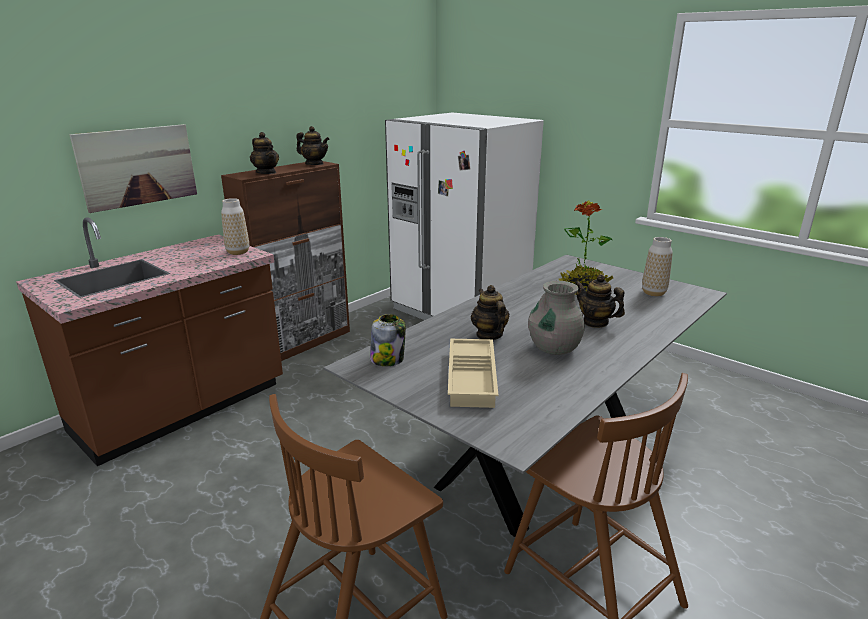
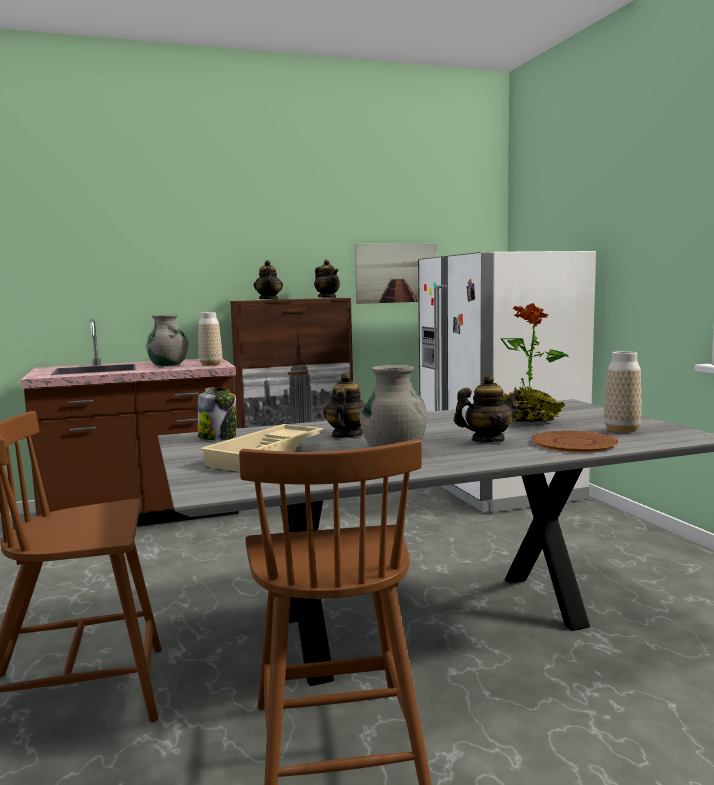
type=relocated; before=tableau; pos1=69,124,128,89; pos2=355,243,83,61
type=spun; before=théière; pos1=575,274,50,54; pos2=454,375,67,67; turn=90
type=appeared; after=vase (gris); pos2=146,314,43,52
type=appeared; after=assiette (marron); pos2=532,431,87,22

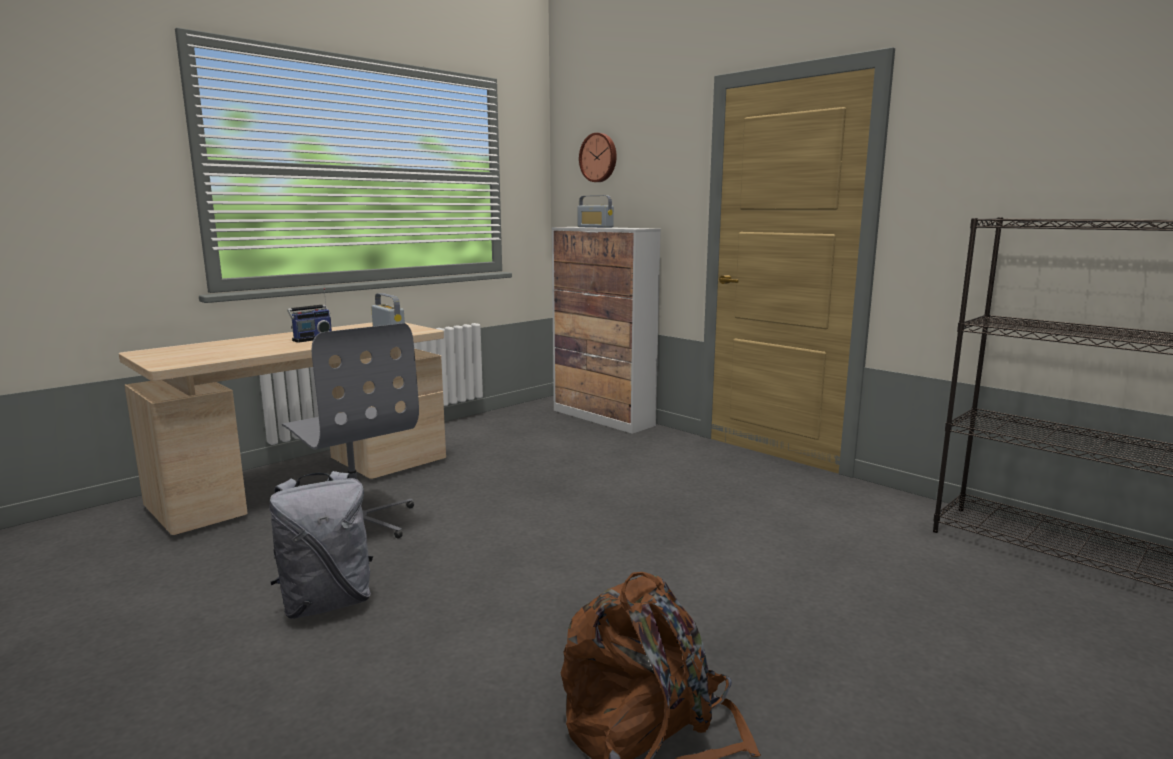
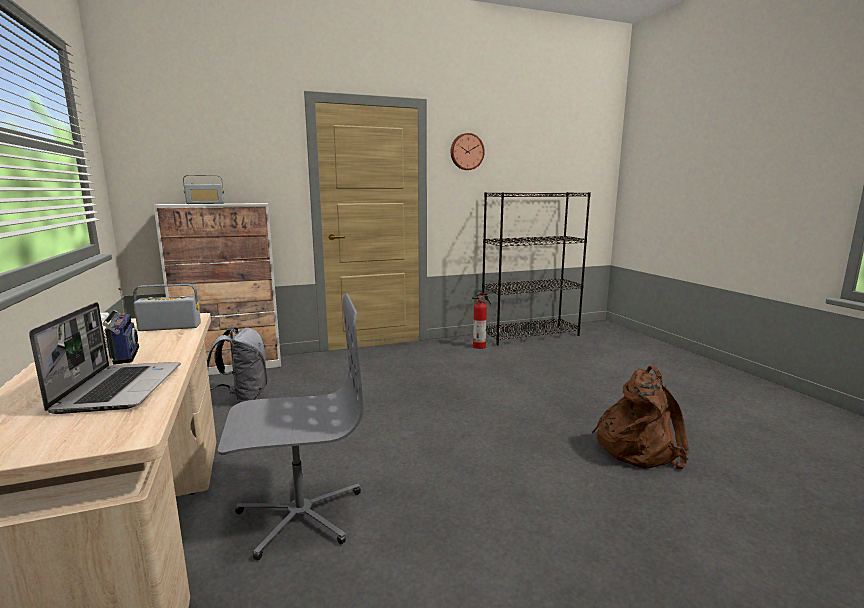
type=relocated; before=sac à dos (gris); pos1=269,471,104,148; pos2=207,327,61,76
type=relocated; before=horloge murale; pos1=579,133,38,49; pos2=451,133,34,37
type=appeared; after=ordinateur portable; pos2=29,302,152,112
type=appeared; after=extincteur; pos2=472,293,19,56

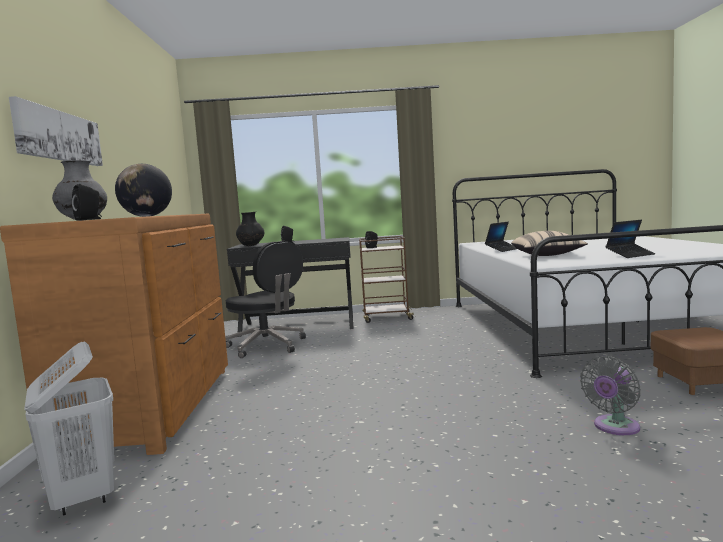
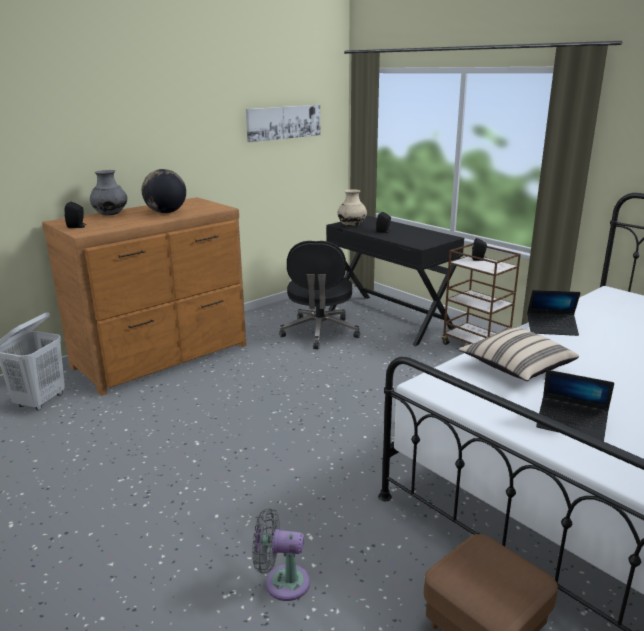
type=relocated; before=tableau; pos1=9,96,94,70; pos2=246,105,75,37
type=colour; before=vase (noir); after=vase (beige); pos1=236,212,28,34; pos2=337,189,30,37

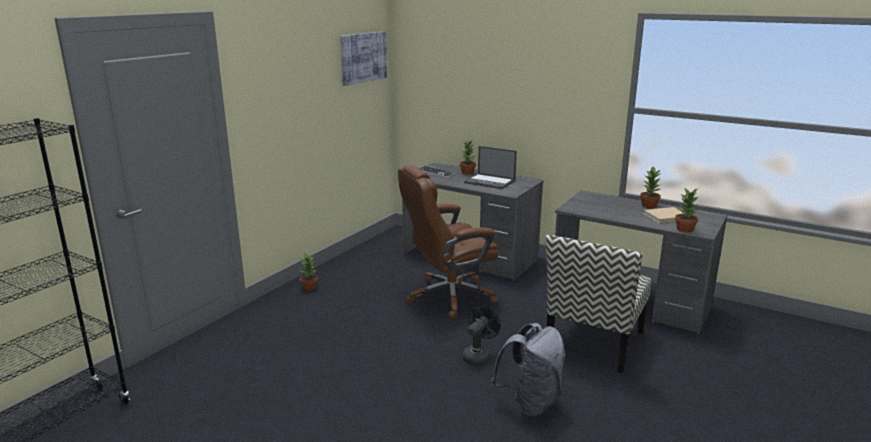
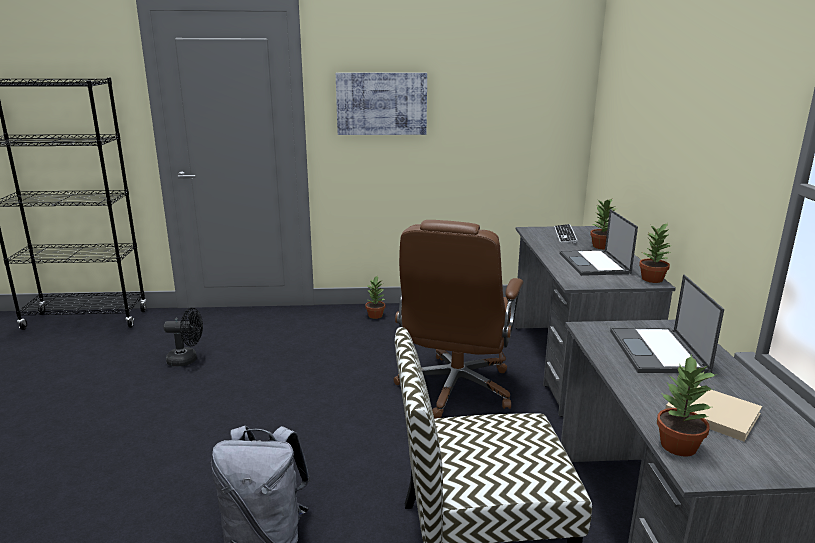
type=relocated; before=tableau; pos1=340,31,47,55; pos2=336,73,91,62
type=spun; before=chaise de bureau (marron); pos1=398,165,101,154; pos2=394,220,129,199; turn=-105
type=relocated; before=ventilateur (noir); pos1=462,305,39,60; pos2=163,308,40,59
type=relocated; before=plante en pot; pos1=640,166,21,42; pos2=639,223,32,60
type=appeared; after=ordinateur portable; pos2=610,274,114,99

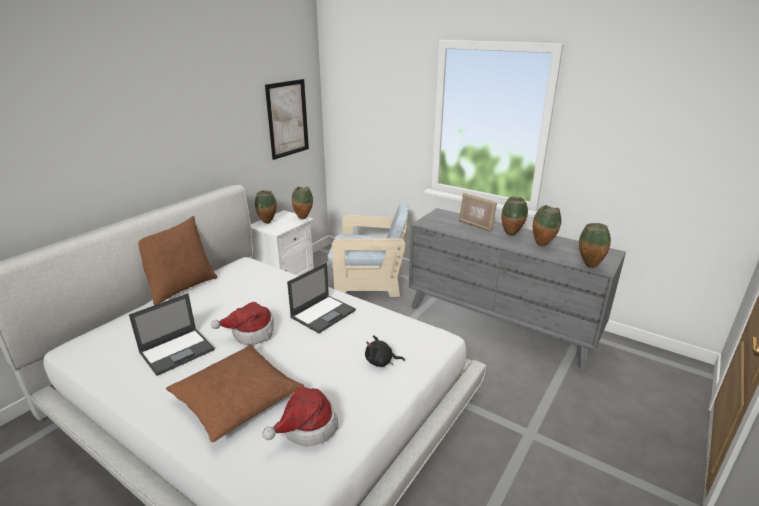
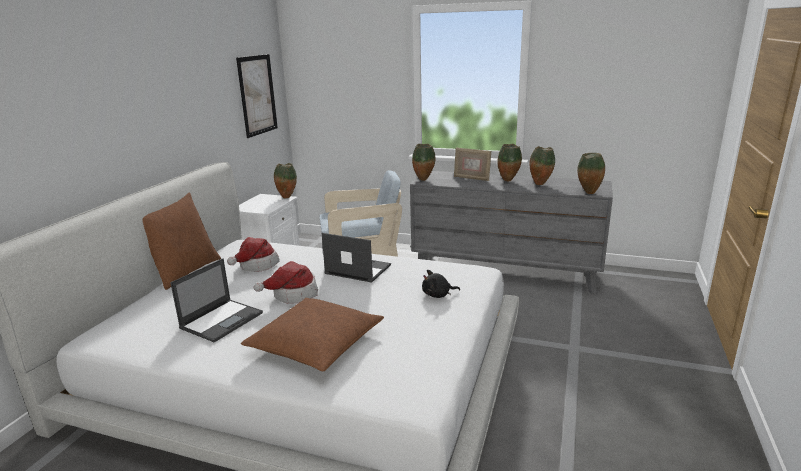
type=relocated; before=vase; pos1=255,190,22,34; pos2=412,144,24,37
type=relocated; before=chapeau; pos1=262,386,77,61; pos2=227,237,53,35
type=spun; before=ordinateur portable; pos1=287,263,69,70; pos2=322,233,69,50; turn=-90

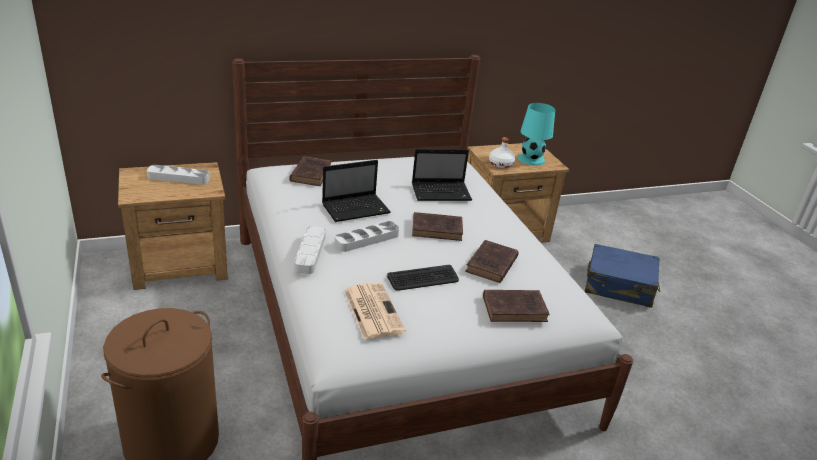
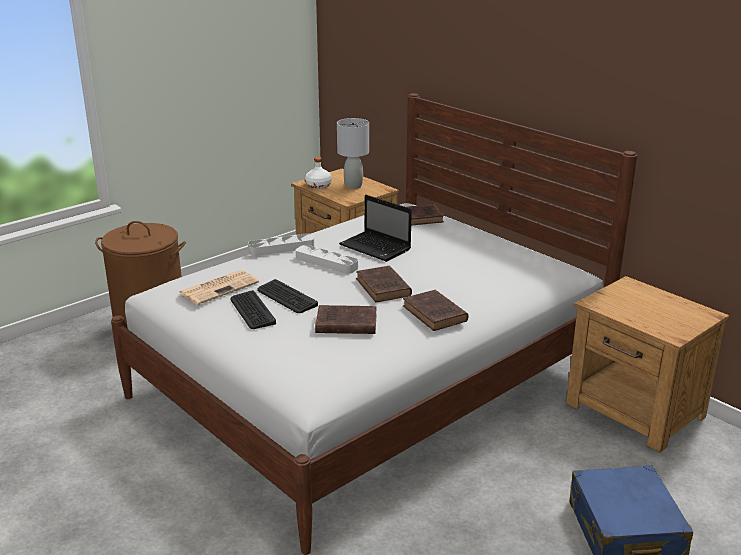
type=exchanged; before=plateau (gris); after=lampe de table (gris); pos1=147,165,63,20; pos2=337,118,32,71
type=missing; before=ordinateur portable; pos1=412,149,60,52
type=relocated; before=livre (marron); pos1=483,290,67,32; pos2=403,290,65,41
type=relocated; before=bouteille (blanc); pos1=489,137,26,31; pos2=305,157,27,32
type=missing; before=lampe de table (turquoise); pos1=518,103,37,63
type=appeared; after=clavier; pos2=231,290,45,39

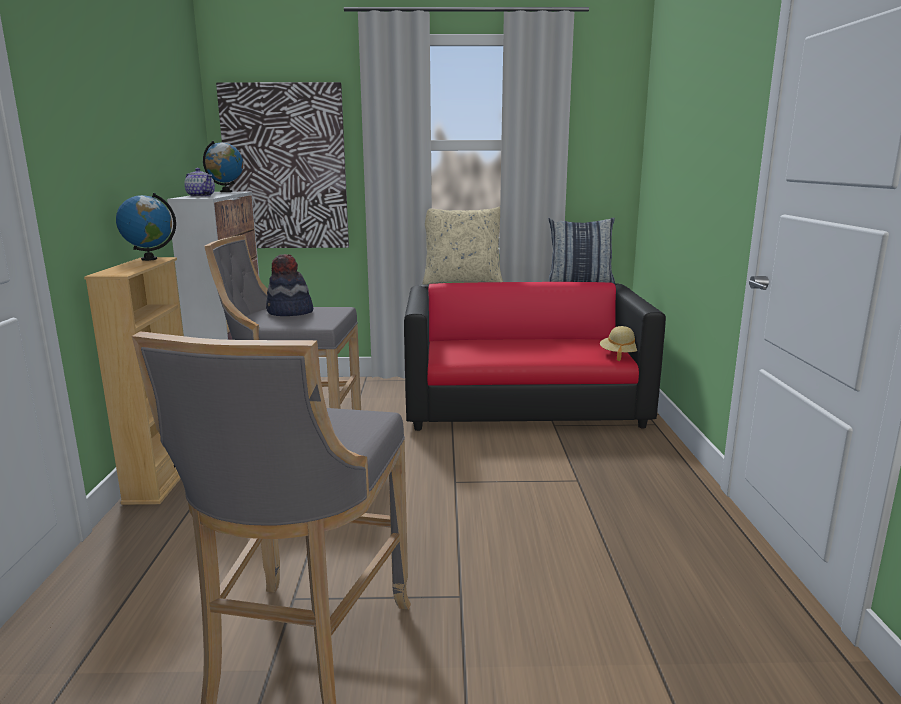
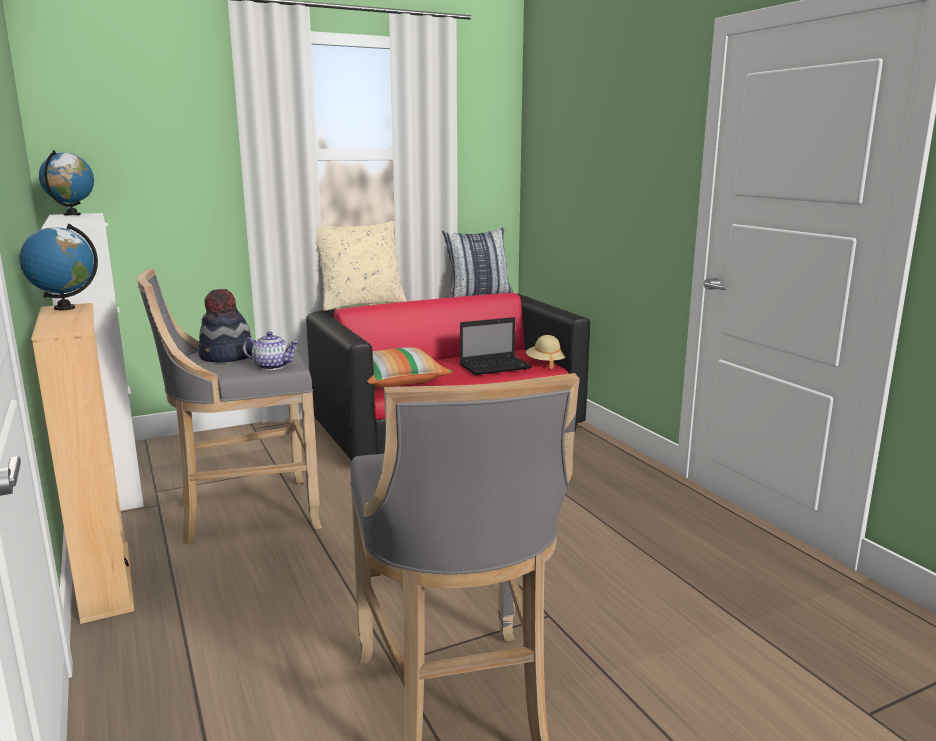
type=relocated; before=théière; pos1=184,168,31,29; pos2=243,331,56,39
type=missing; before=tableau; pos1=216,82,133,166
type=appeared; after=coussin; pos2=367,347,85,40
type=appeared; after=ordinateur portable; pos2=460,317,72,58

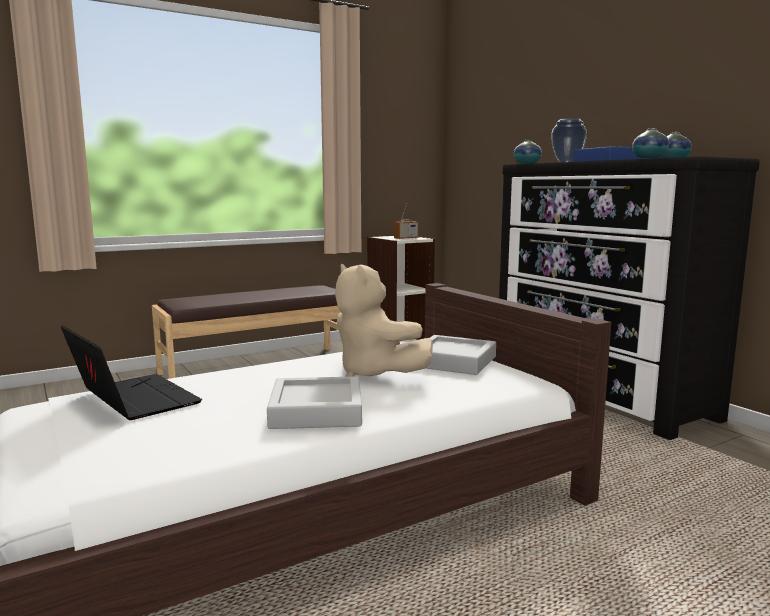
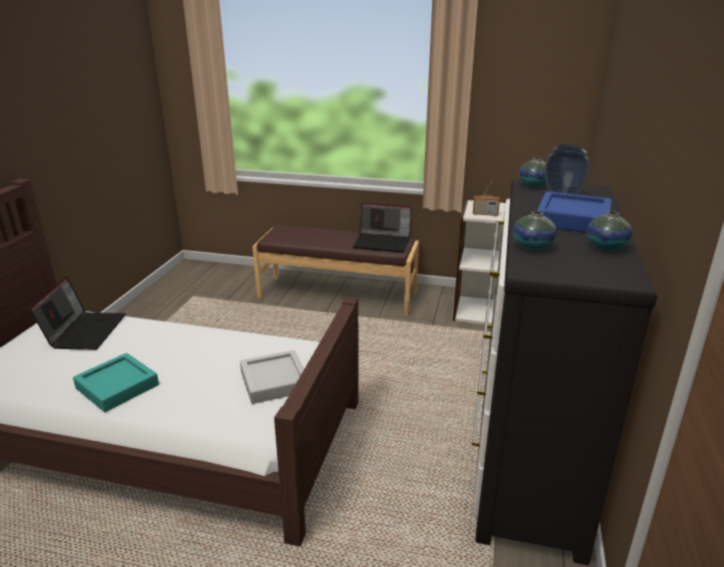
type=colour; before=plateau (gris); after=plateau (turquoise); pos1=267,376,95,53; pos2=73,353,86,59
type=missing; before=peluche (beige); pos1=335,264,98,113
type=appeared; after=ordinateur portable; pos2=353,203,59,49

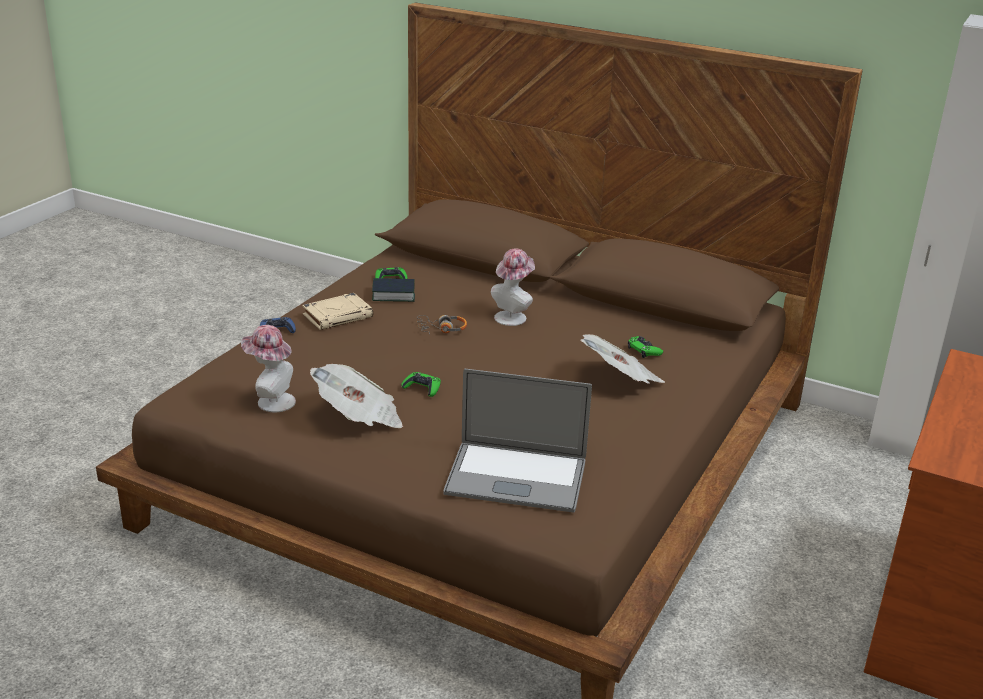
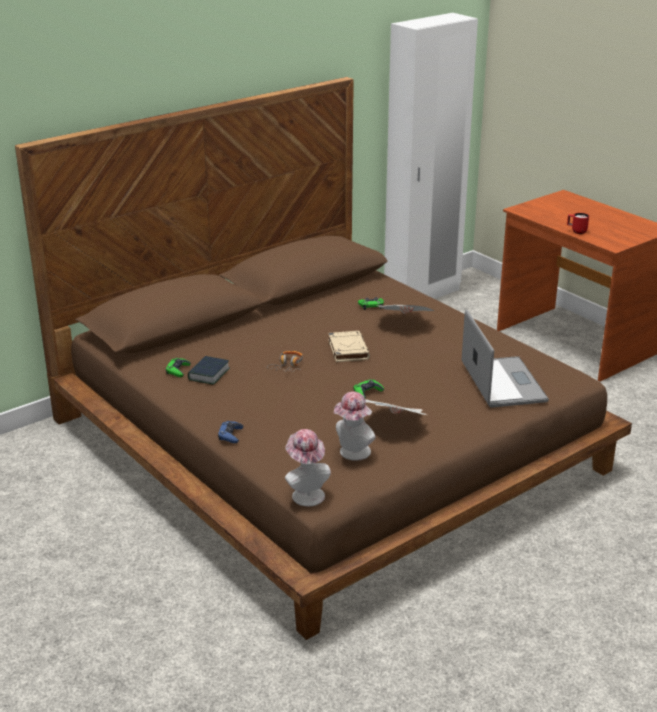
type=relocated; before=livre (beige); pos1=302,293,71,37; pos2=328,331,42,31
type=spun; before=ordinateur portable; pos1=444,369,148,144; pos2=462,309,87,99; turn=-45
type=relocated; before=chapeau; pos1=491,249,44,77; pos2=285,429,46,77
type=appeared; after=mug (rouge); pos2=567,213,22,21

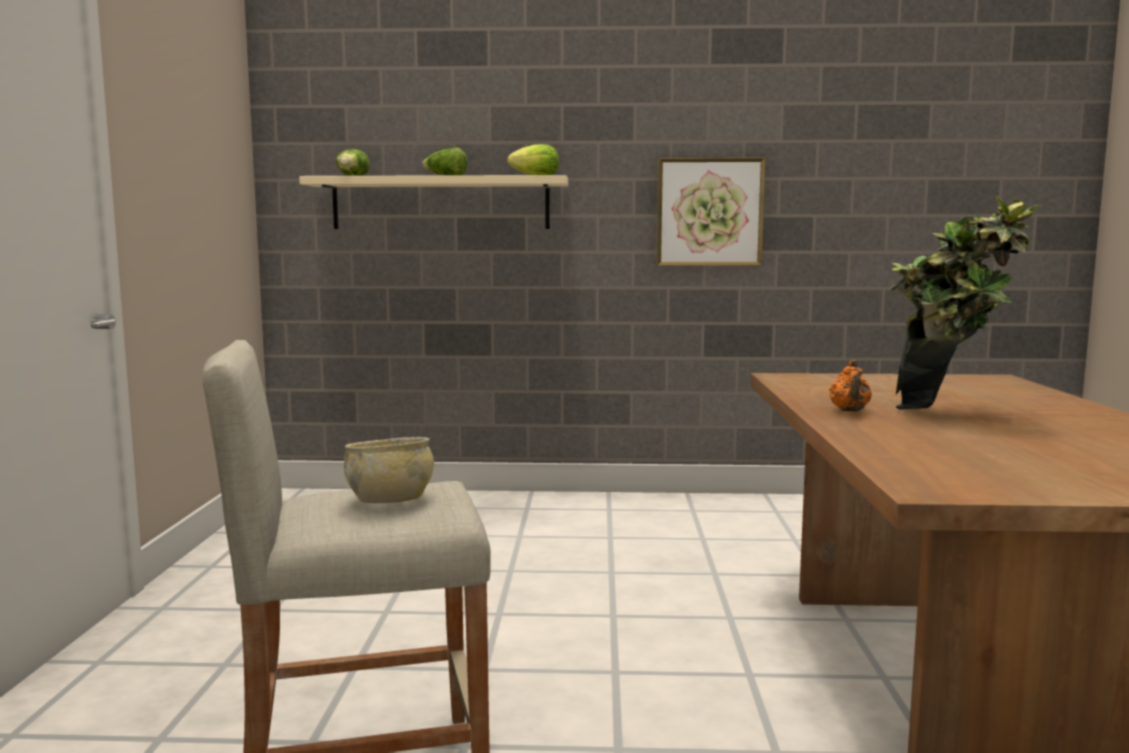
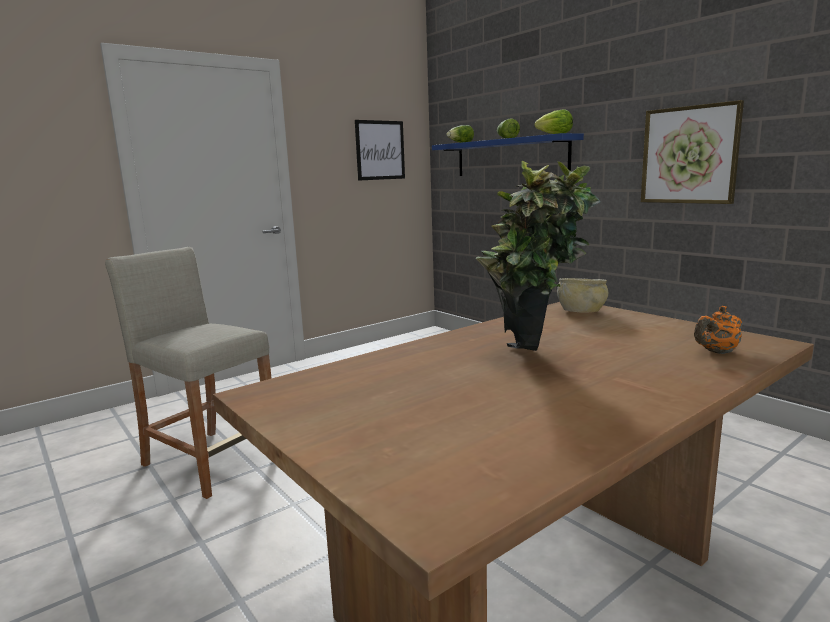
type=colour; before=étagère (beige); after=étagère (bleu); pos1=299,175,269,54; pos2=432,133,152,43
type=relocated; before=bol (beige); pos1=344,437,90,66; pos2=557,278,51,35
type=relocated; before=théière (orange); pos1=829,360,43,52; pos2=694,306,48,48
type=appeared; after=tableau; pos2=355,120,50,61

